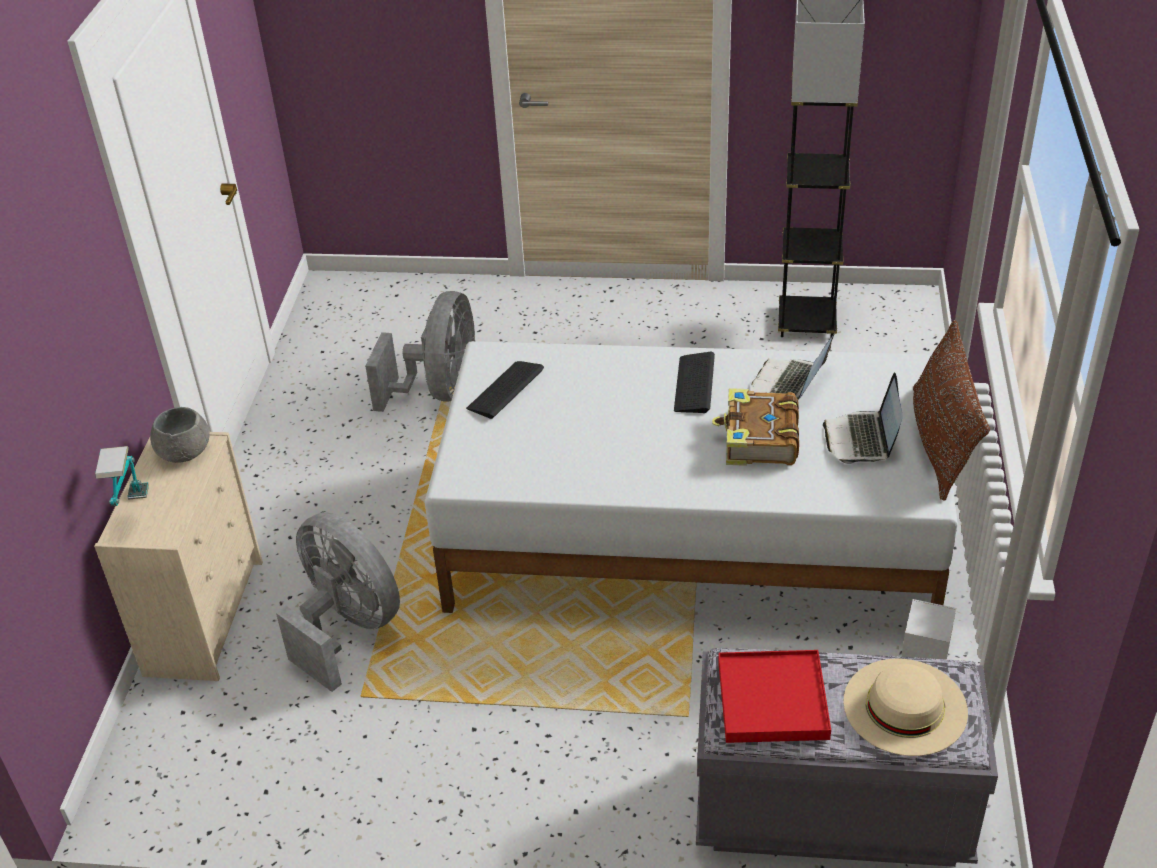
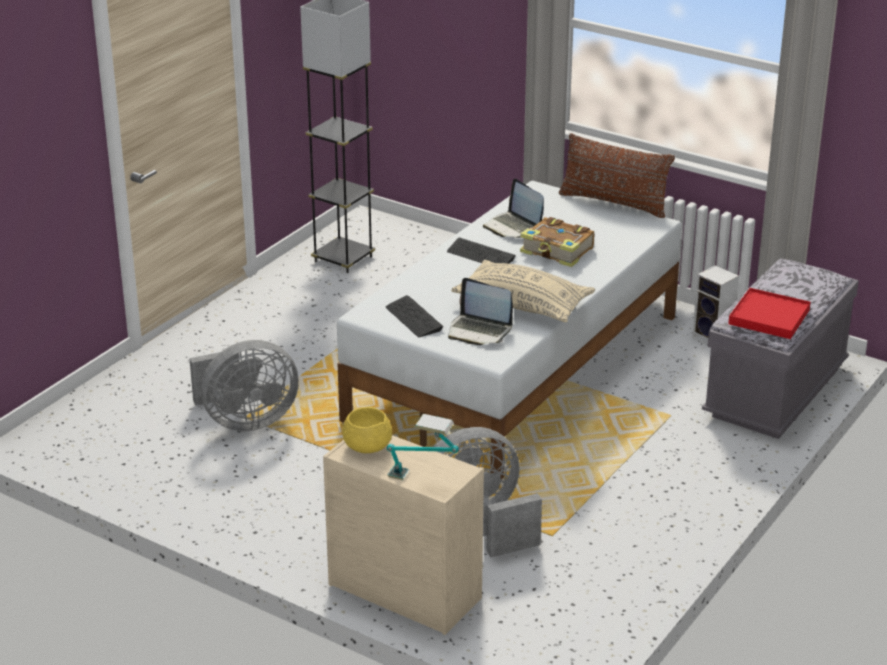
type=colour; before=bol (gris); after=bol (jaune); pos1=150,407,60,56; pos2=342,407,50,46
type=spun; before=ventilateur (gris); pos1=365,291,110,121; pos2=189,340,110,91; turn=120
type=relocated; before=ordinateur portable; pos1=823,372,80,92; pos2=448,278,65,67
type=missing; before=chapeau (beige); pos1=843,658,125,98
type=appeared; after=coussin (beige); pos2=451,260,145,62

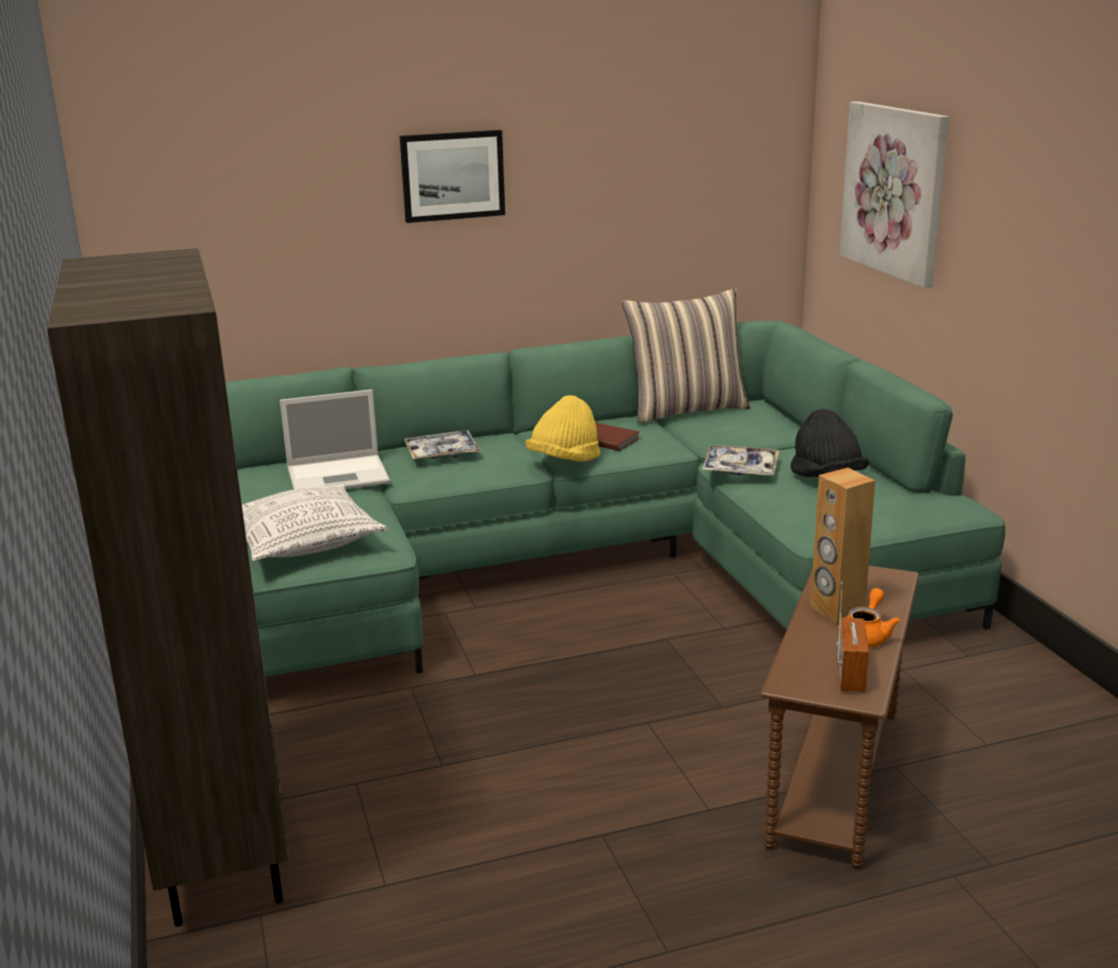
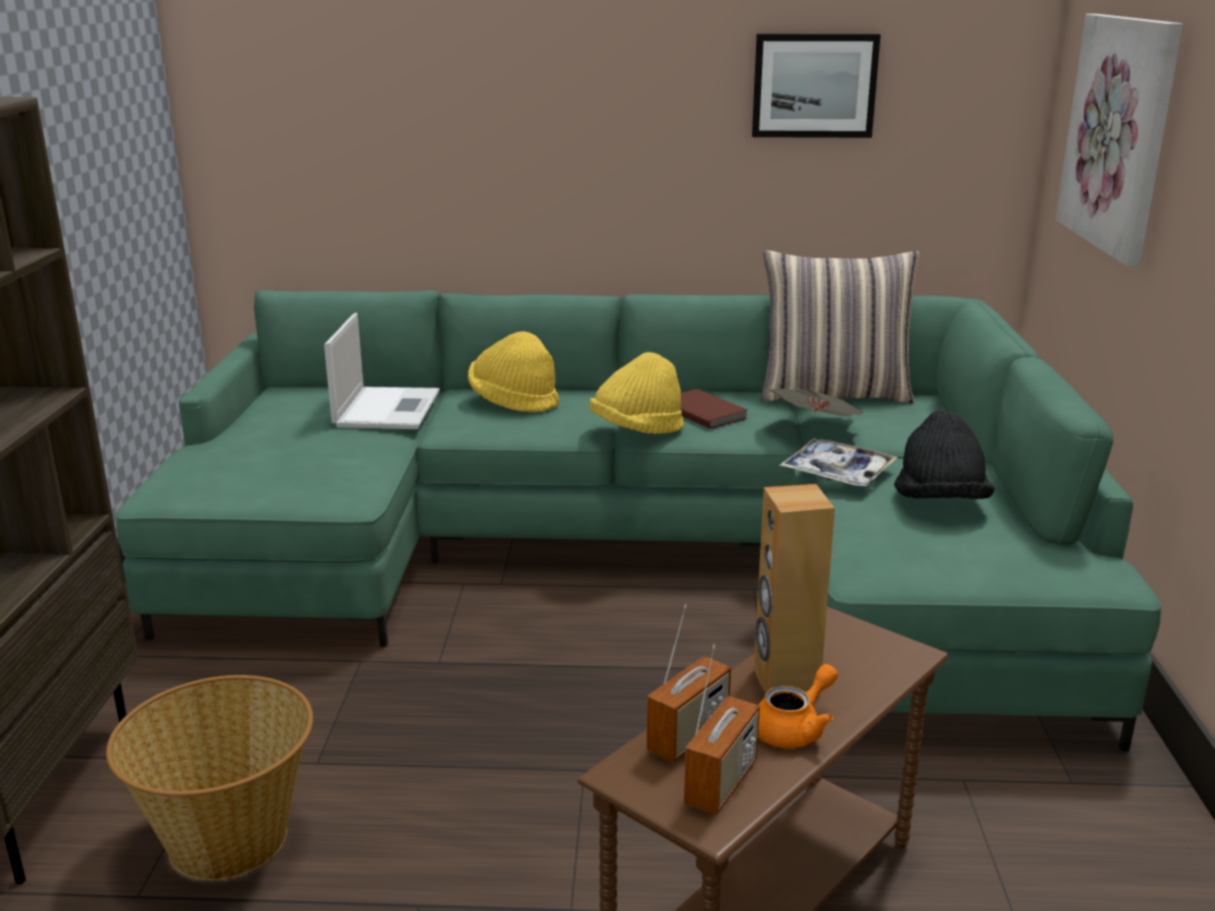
type=missing; before=coussin; pos1=242,484,145,77
type=spun; before=ordinateur portable; pos1=280,389,110,101; pos2=324,313,116,116; turn=-90
type=relocated; before=tableau; pos1=400,130,105,93; pos2=752,34,129,104
type=exchanged; before=plateau; after=chapeau (jaune); pos1=404,430,77,30; pos2=468,331,91,82
type=appeared; after=panier; pos2=106,675,207,205
type=appeared; after=radio; pos2=646,604,85,159
type=appeared; after=journal; pos2=766,389,98,28

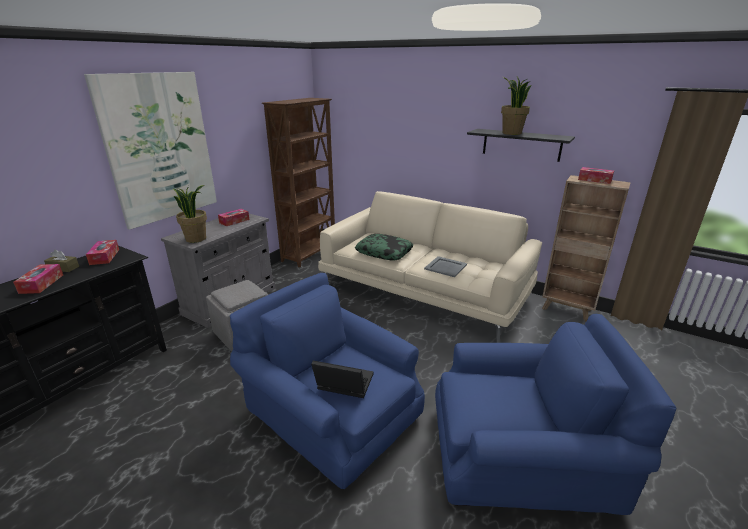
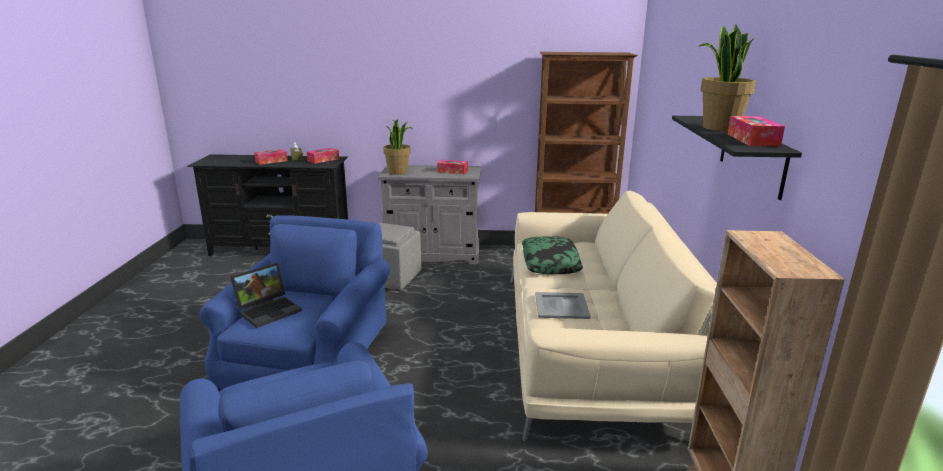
type=missing; before=tableau; pos1=84,72,133,158
type=spun; before=ordinateur portable; pos1=311,361,63,37; pos2=230,263,72,65; turn=60
type=relocated; before=boîte à mouchoirs; pos1=578,167,36,17; pos2=728,116,57,31

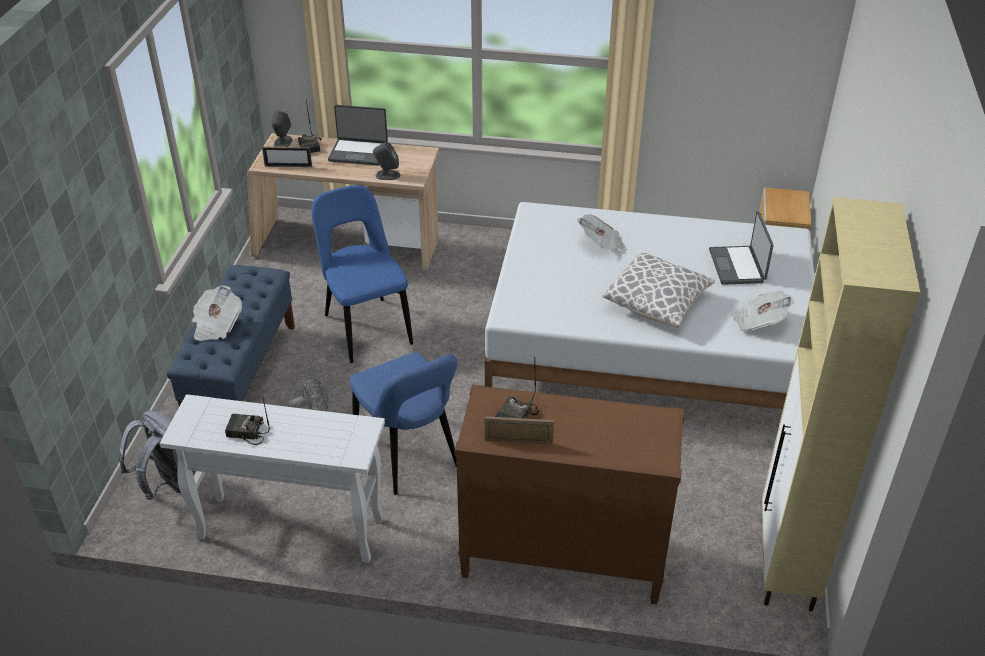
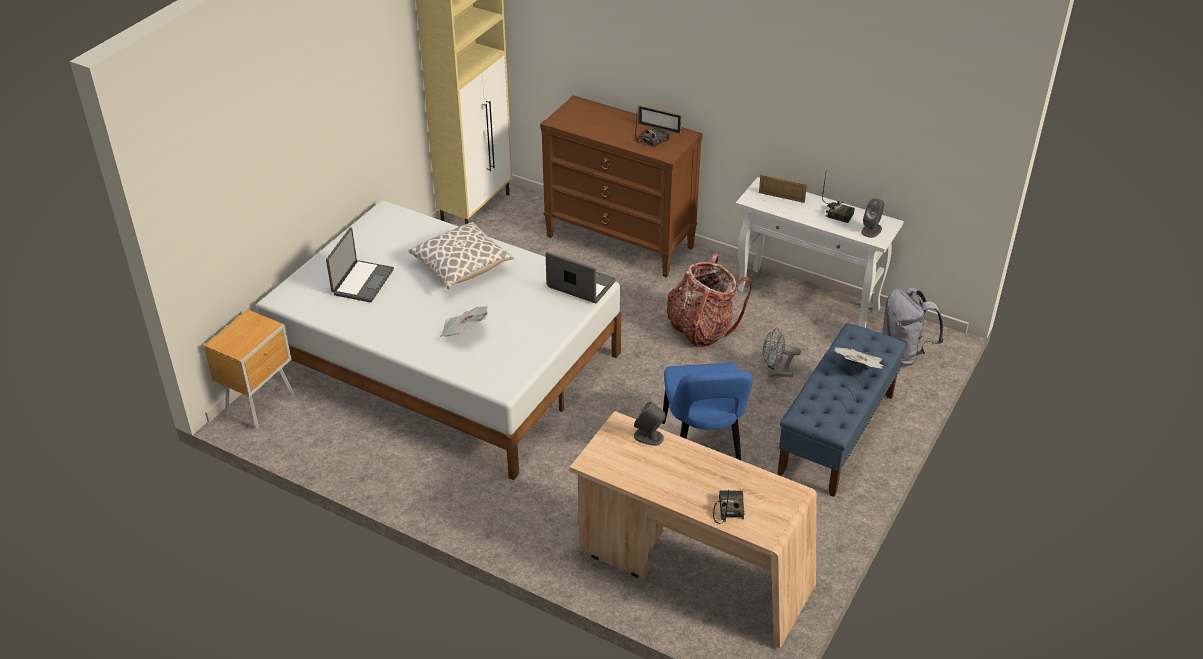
type=relocated; before=cadre photo; pos1=262,146,50,21; pos2=759,174,48,29
type=relocated; before=enceinte (gris); pos1=272,111,21,36; pos2=861,198,24,40
type=relocated; before=ordinateur portable; pos1=328,105,60,60; pos2=545,252,71,51
type=exchanged; before=chaise (bleu); after=sac à dos; pos1=349,352,109,143; pos2=666,254,86,93
type=missing; before=journal; pos1=731,291,63,40

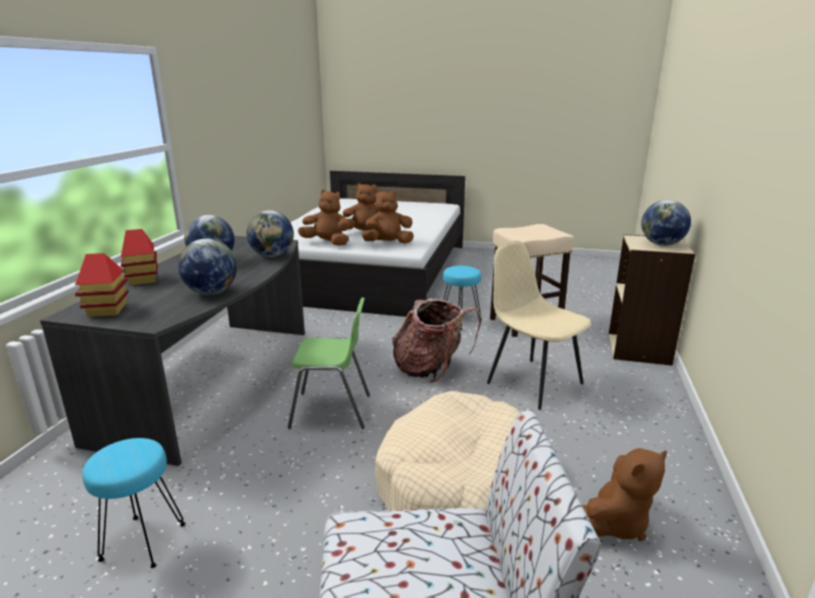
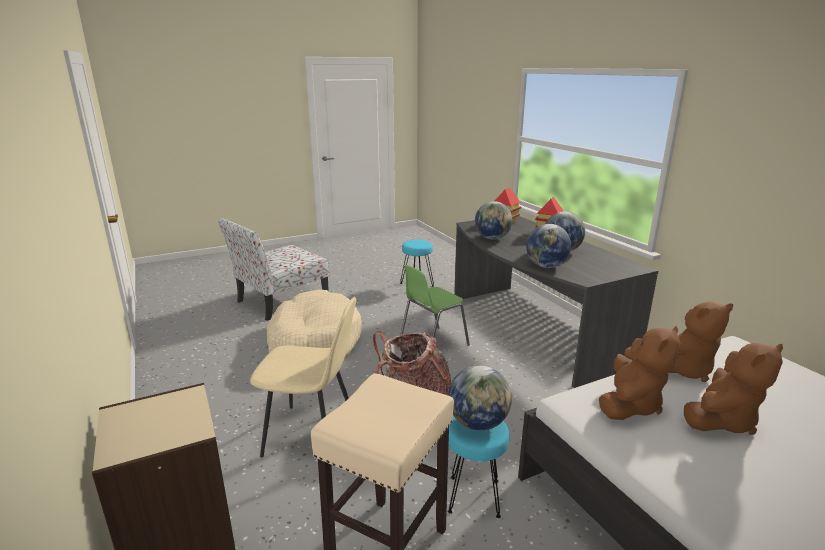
type=missing; before=peluche (marron); pos1=582,448,85,93
type=relocated; before=globe; pos1=641,200,50,46; pos2=448,365,64,66

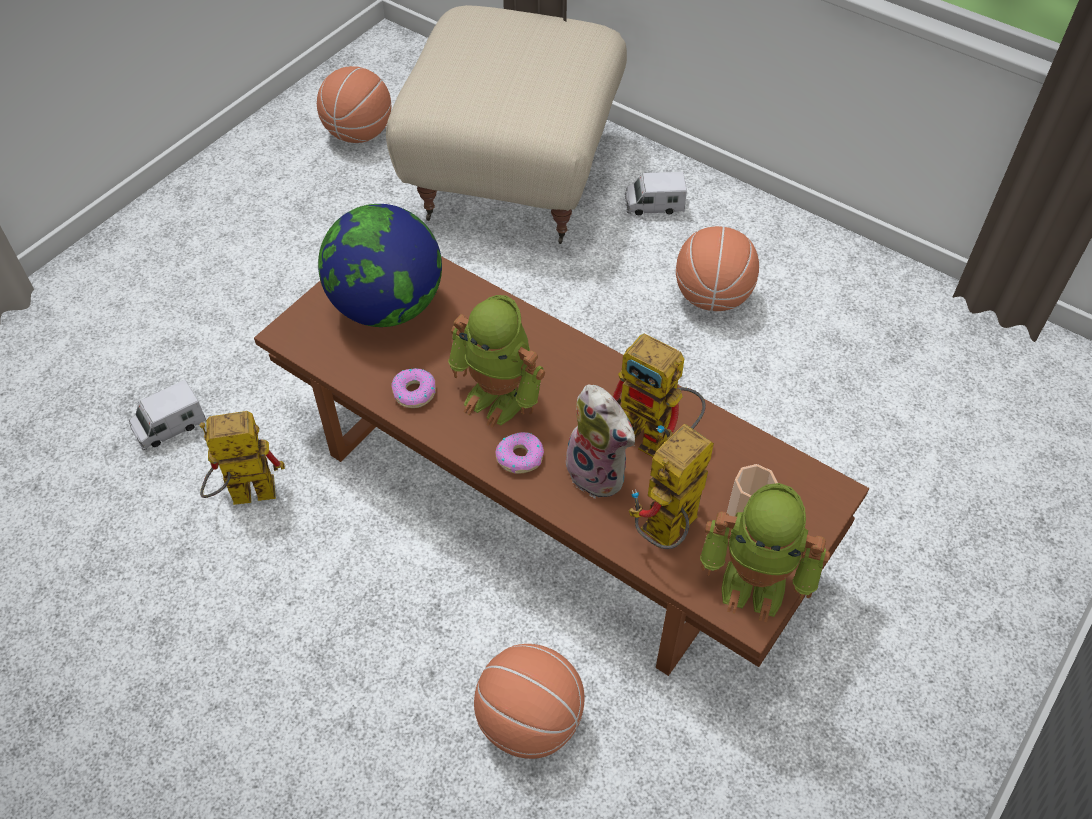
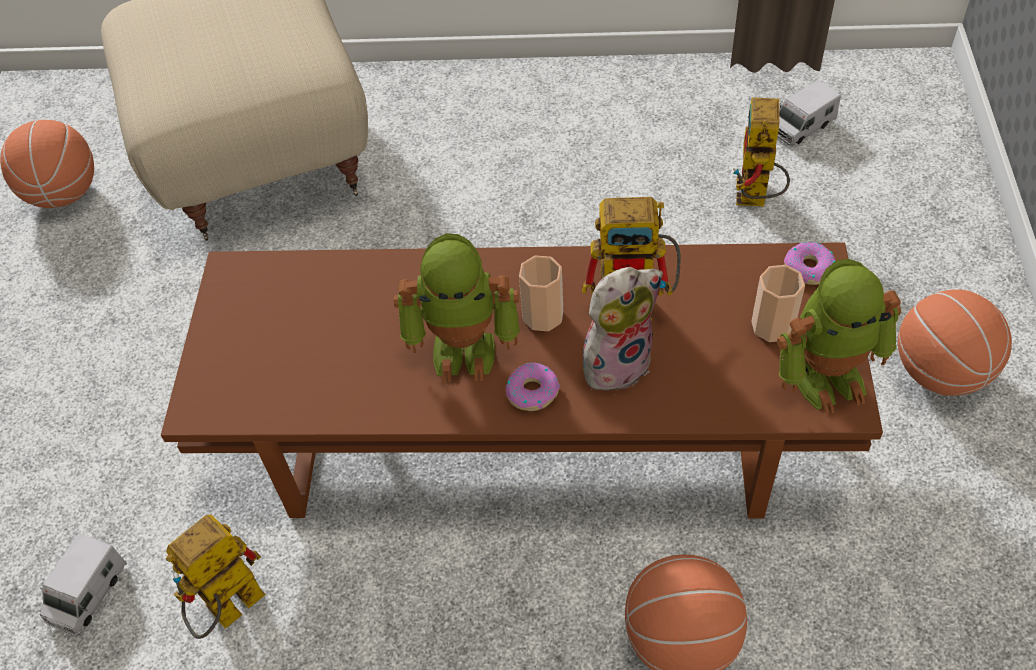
type=missing; before=globe; pos1=318,204,124,123
type=relocated; before=beignet; pos1=391,368,45,40; pos2=784,242,52,43
type=spun; before=peluche; pos1=562,385,73,114; pos2=583,267,80,124; turn=-45
type=relocated; before=camion jouet; pos1=625,172,62,44; pos2=777,80,64,66
type=relocated; before=robot jouet; pos1=629,424,85,125; pos2=733,97,57,109
type=relocated; before=ballon de basket; pos1=676,226,83,85; pos2=898,290,114,106
type=appeared; after=tasse; pos2=519,256,44,75

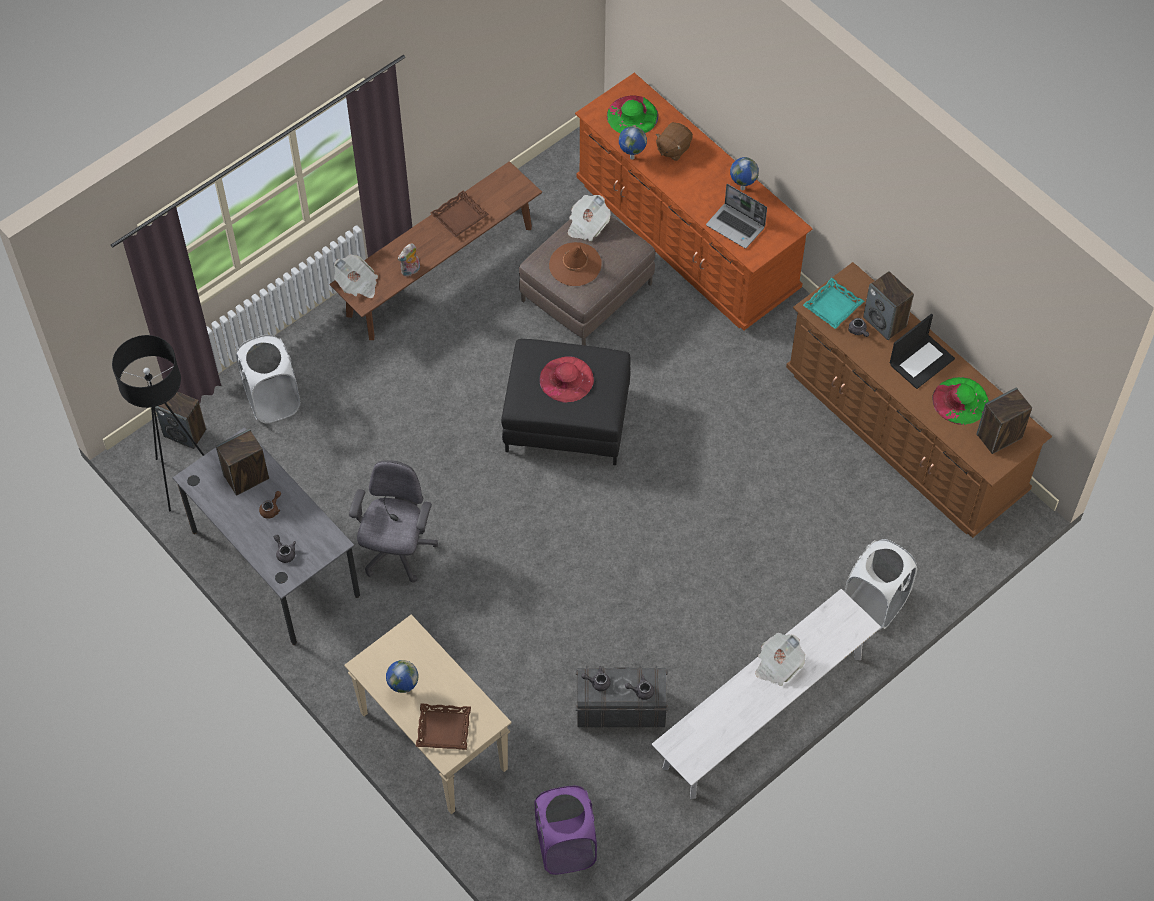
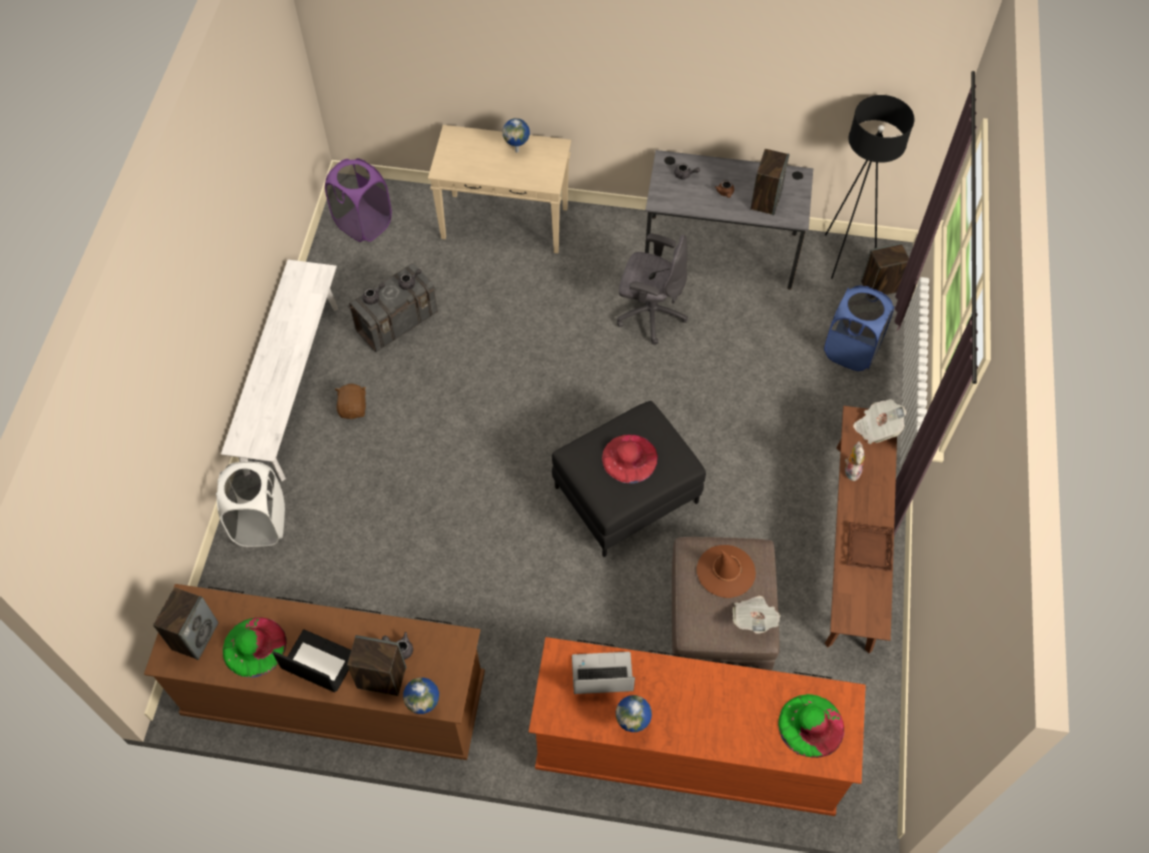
type=colour; before=panier à linge (blanc); after=panier à linge (bleu); pos1=236,334,65,90; pos2=824,286,71,85
type=spun; before=chaise de bureau (gris); pos1=349,460,89,123; pos2=617,233,71,112; turn=-45
type=missing; before=plateau (marron); pos1=416,704,55,46
type=relocated; before=globe; pos1=619,126,28,34; pos2=403,677,36,37
type=relocated; before=peluche (marron); pos1=656,122,37,39; pos2=335,384,31,35
type=missing; before=journal; pos1=755,633,50,53
type=missing; before=plateau (turquoise); pos1=803,278,61,51
type=spun; before=ordinateur portable; pos1=890,314,65,75; pos2=273,629,78,63; turn=105

